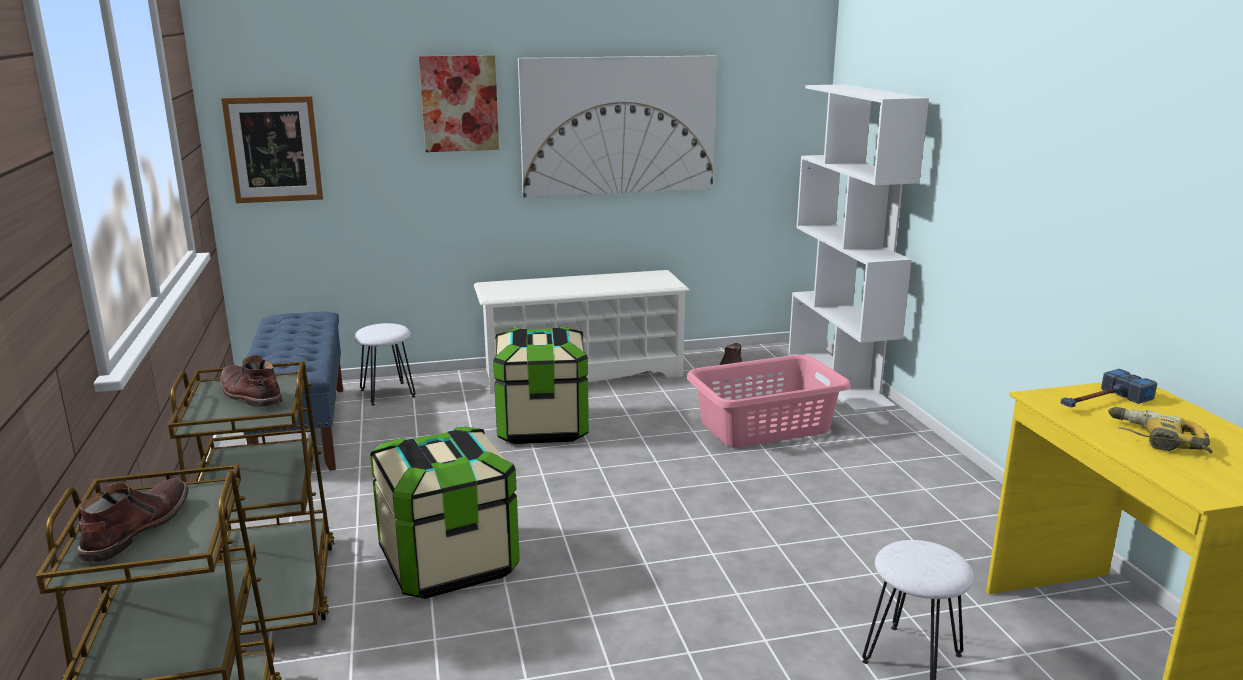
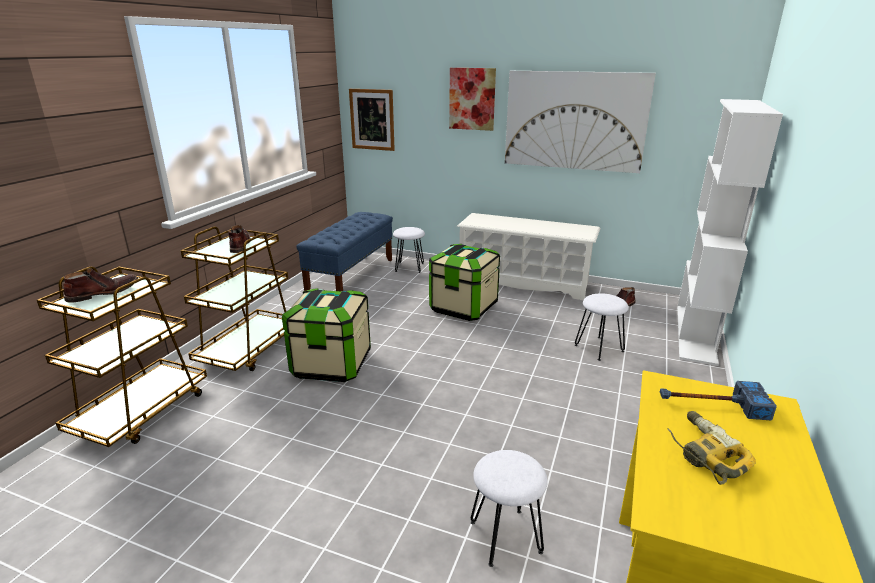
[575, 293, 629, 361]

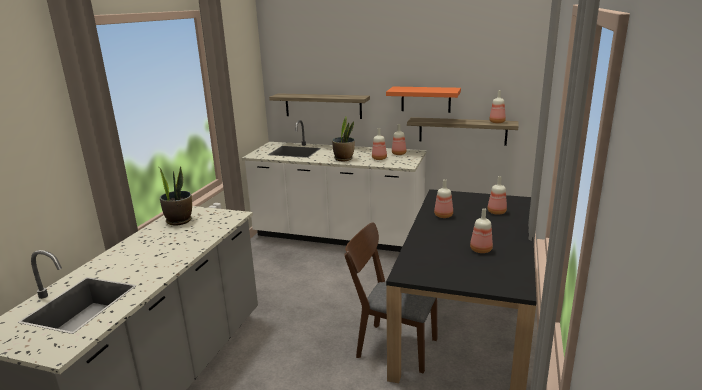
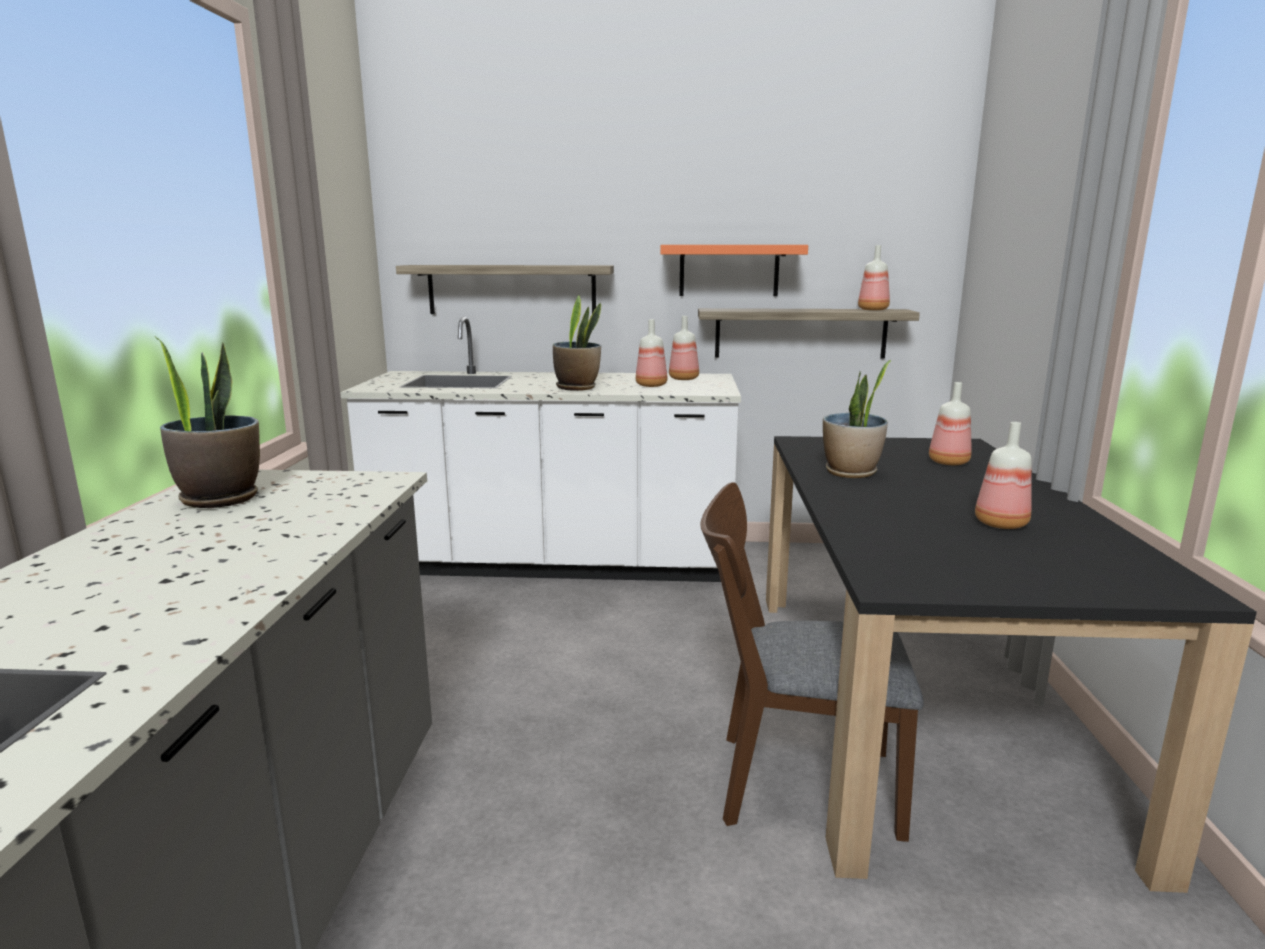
[823, 360, 891, 478]

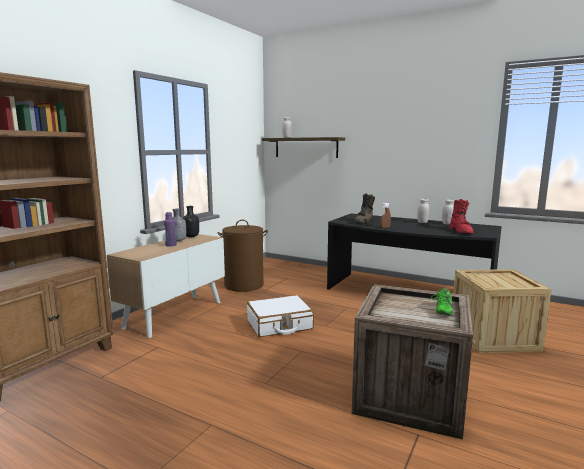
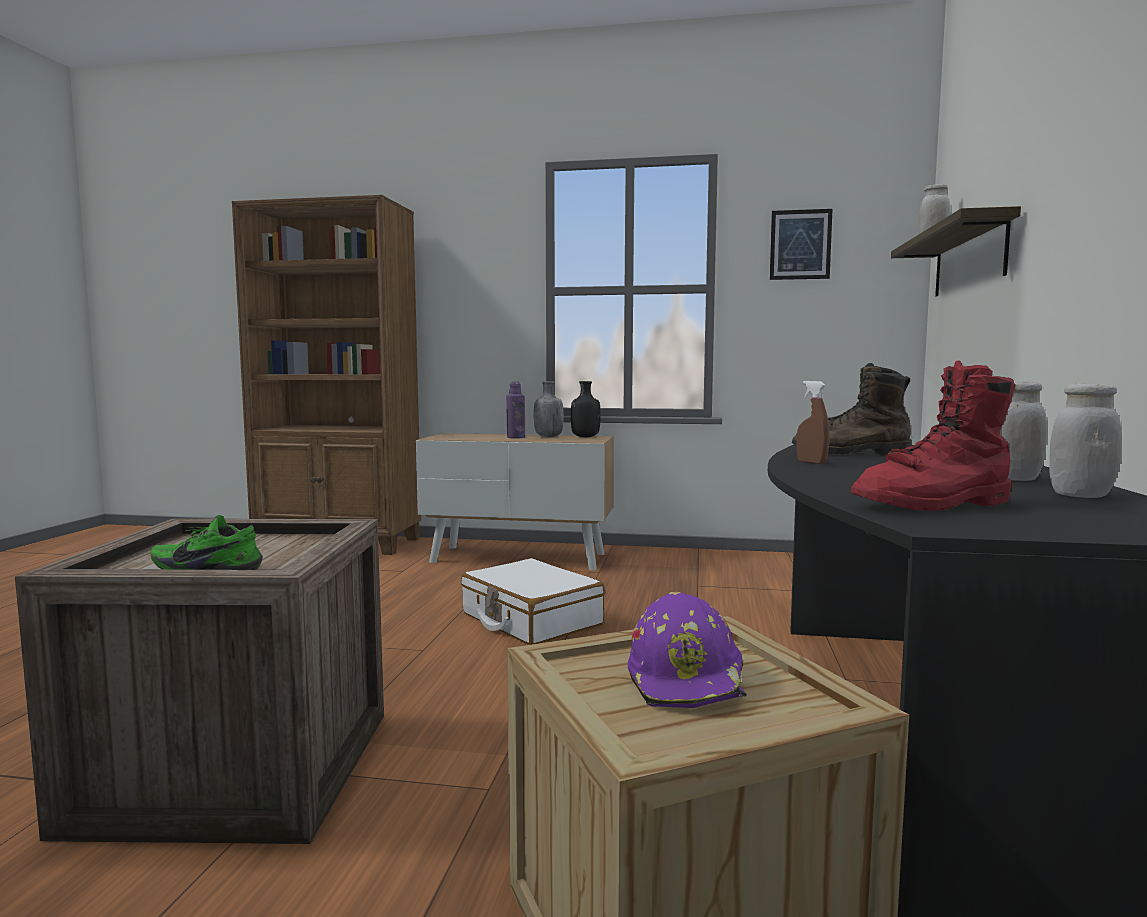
[217, 220, 268, 292] (first image)
[770, 209, 833, 280]
[628, 592, 747, 708]

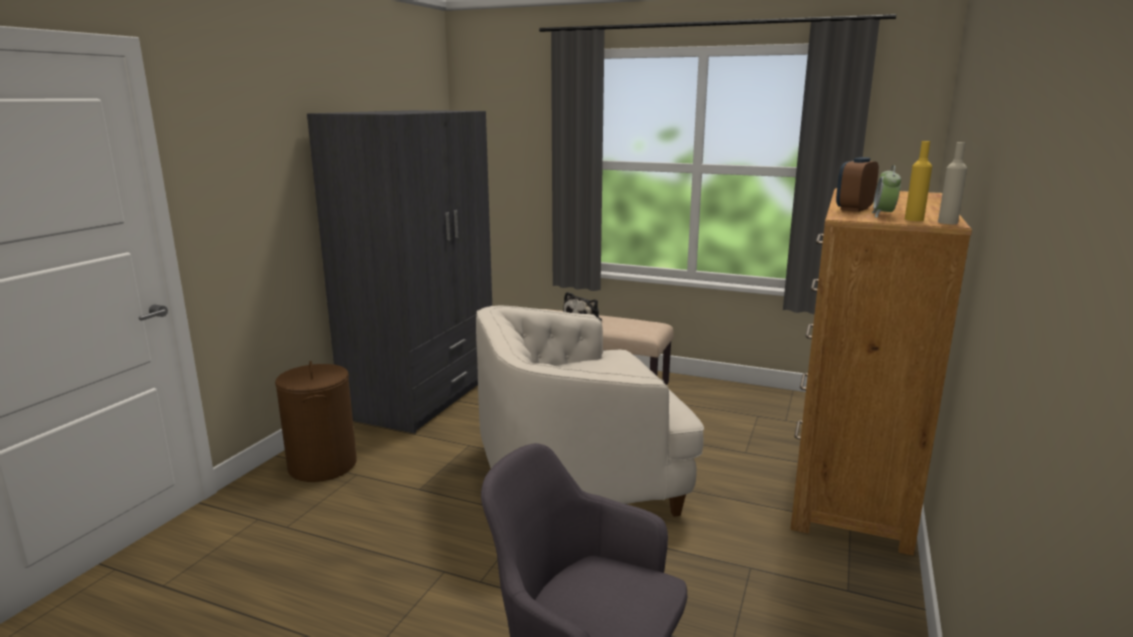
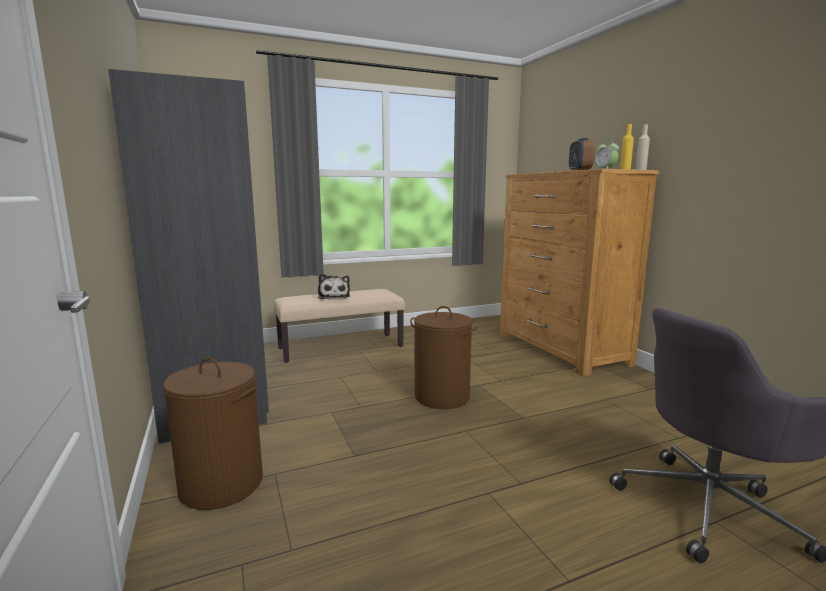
[410, 306, 477, 409]

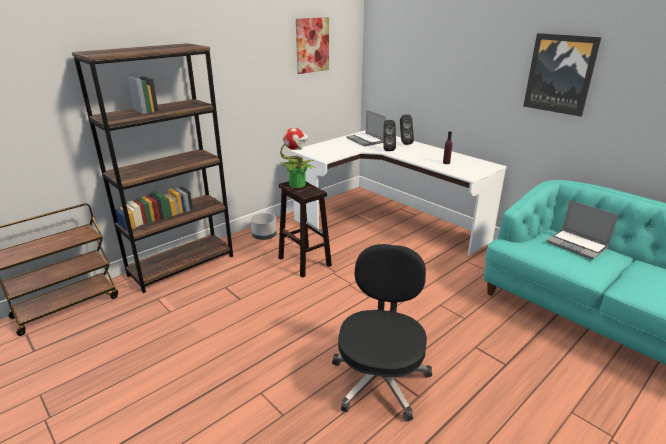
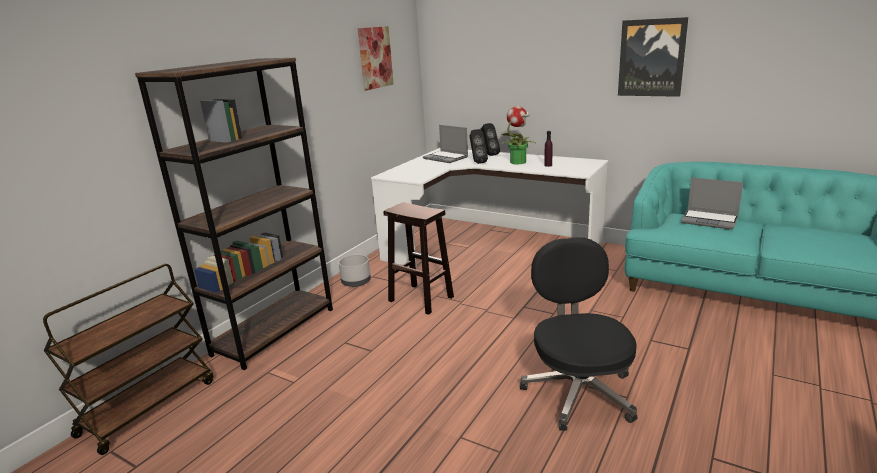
[501, 106, 537, 164]

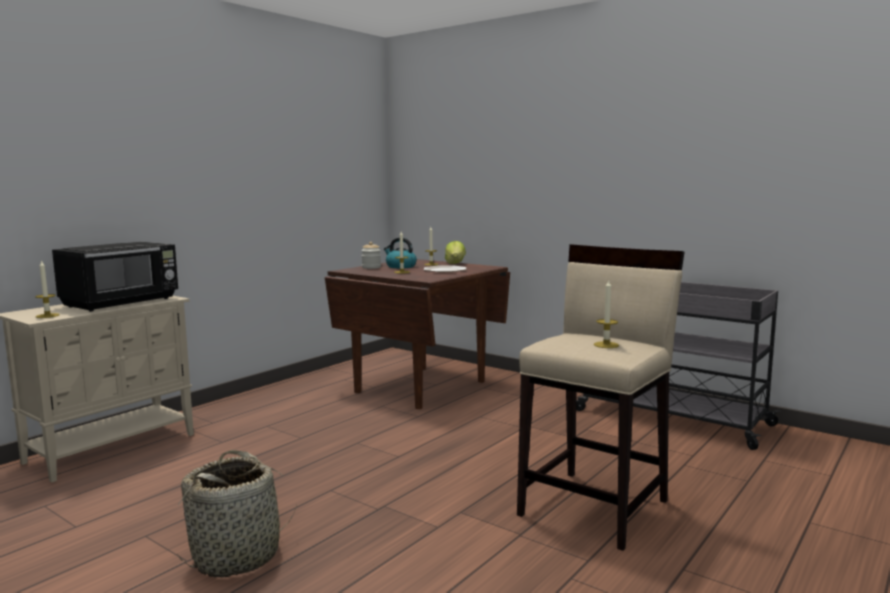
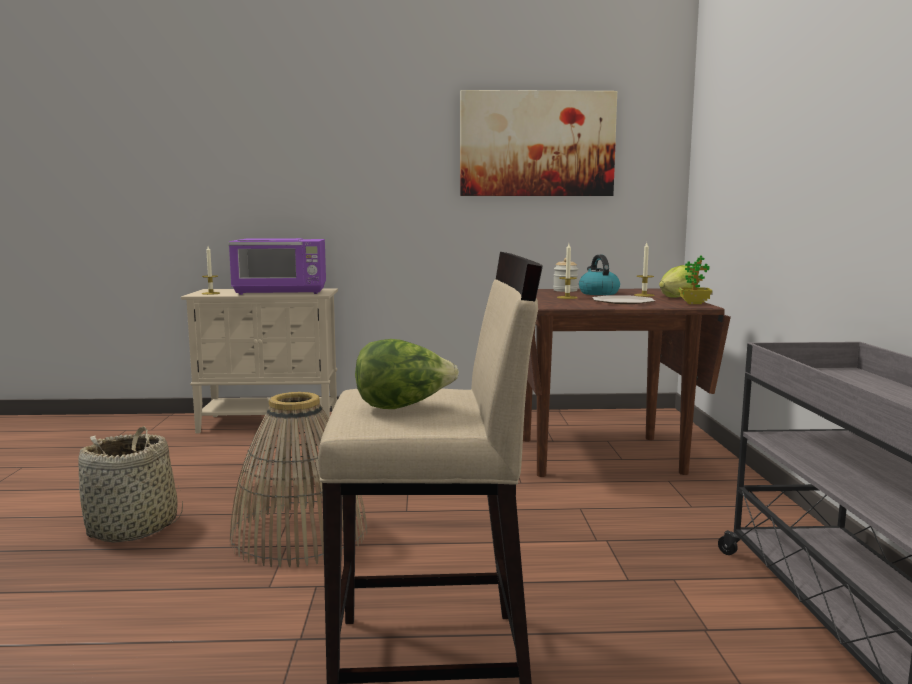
[228, 238, 326, 295]
[355, 339, 459, 409]
[460, 90, 617, 196]
[678, 256, 713, 304]
[230, 392, 367, 567]

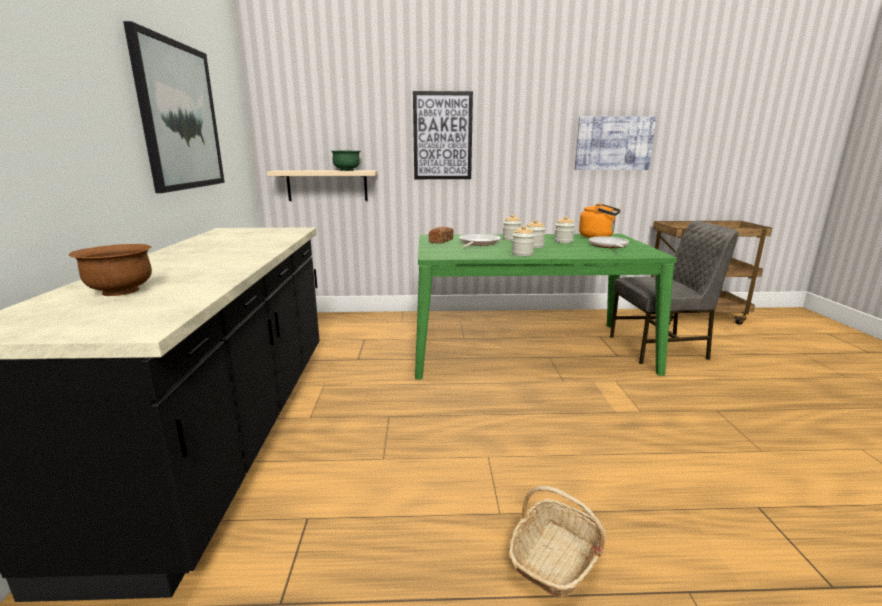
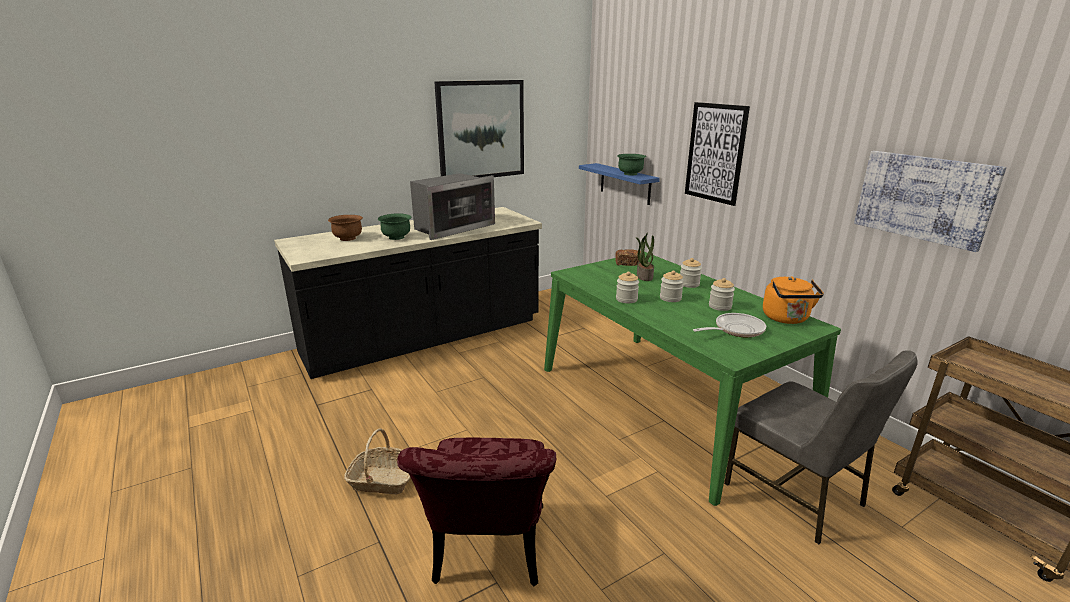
[579, 163, 660, 205]
[636, 232, 654, 281]
[410, 173, 495, 240]
[378, 213, 411, 240]
[397, 438, 556, 587]

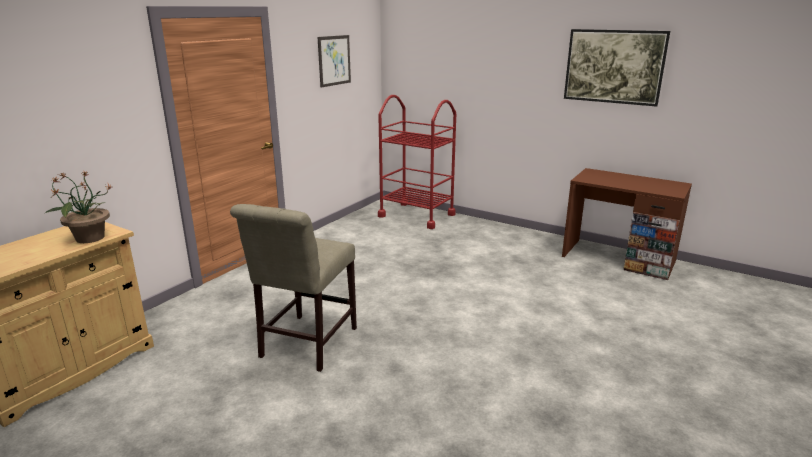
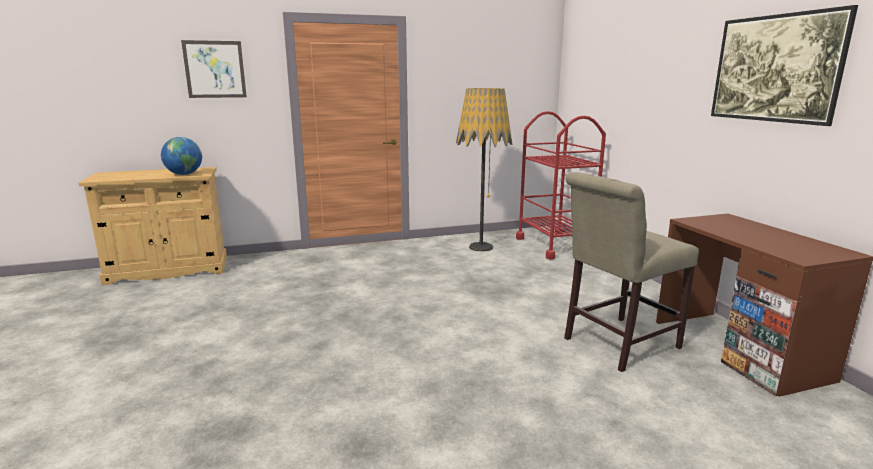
[181, 40, 247, 98]
[161, 137, 202, 175]
[564, 172, 699, 372]
[456, 88, 513, 251]

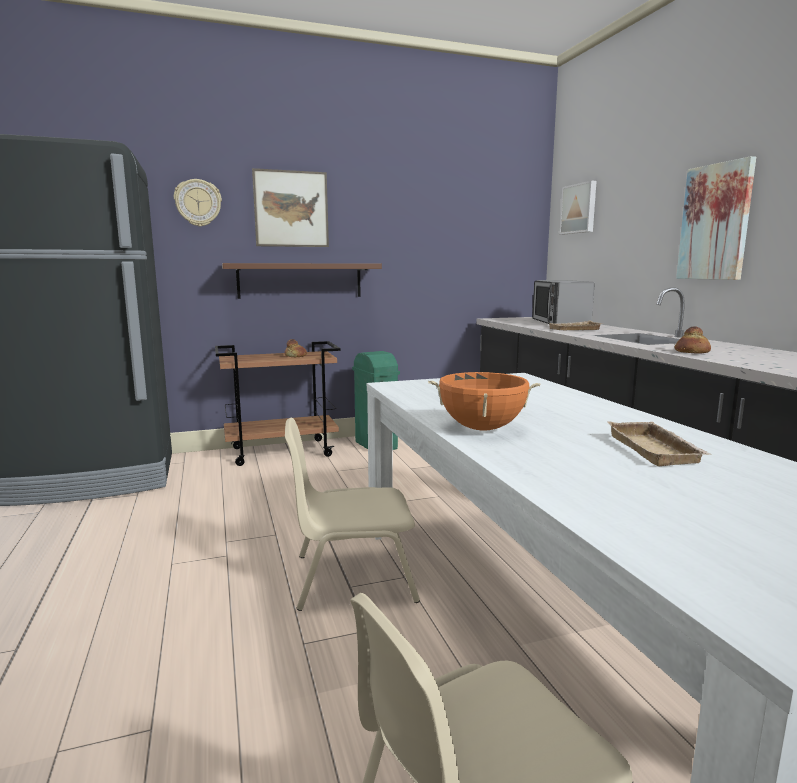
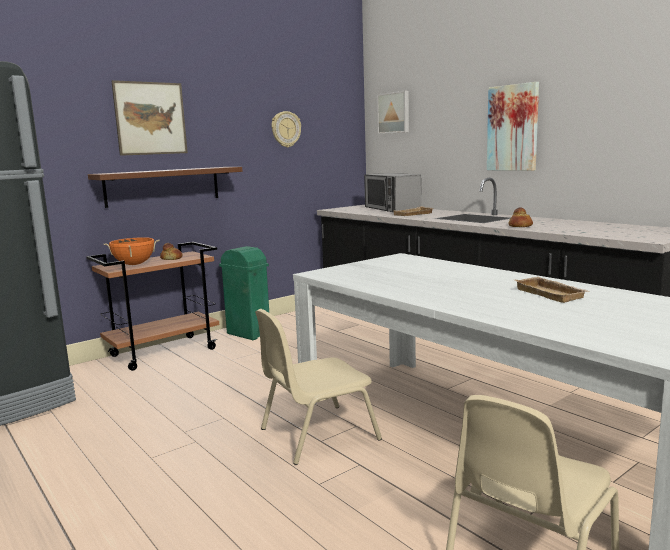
[272, 111, 301, 148]
[103, 237, 160, 265]

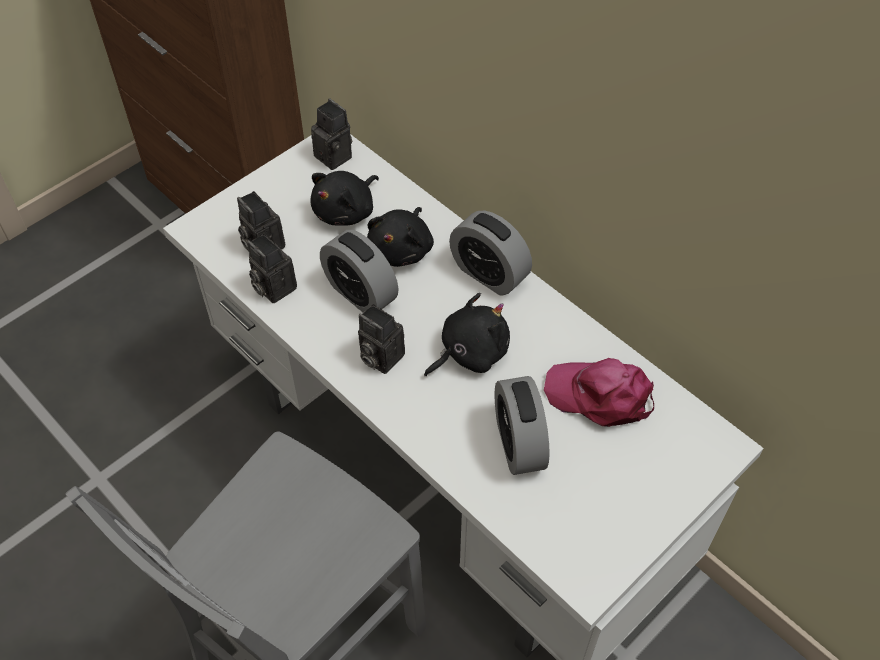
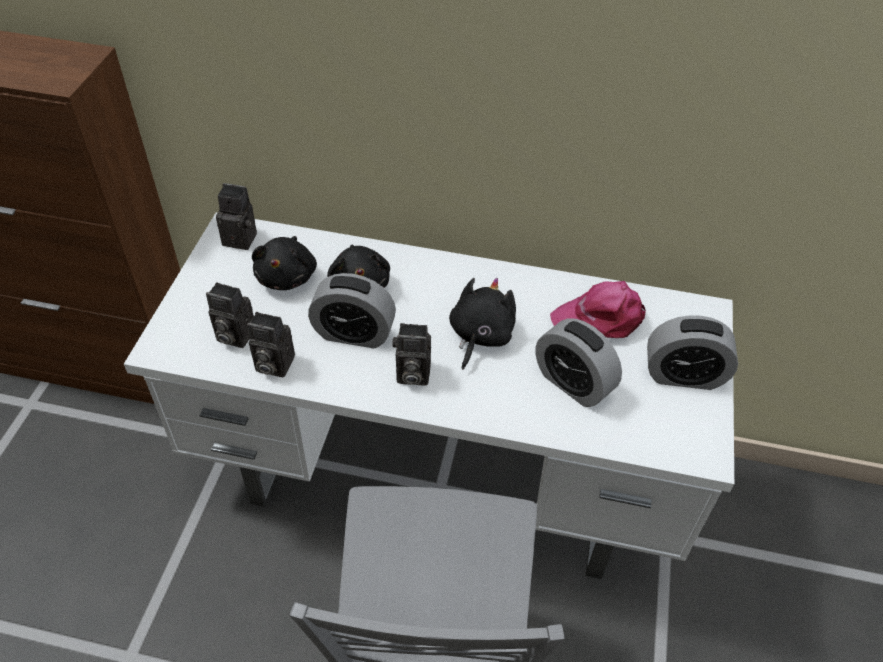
[647, 315, 738, 390]

